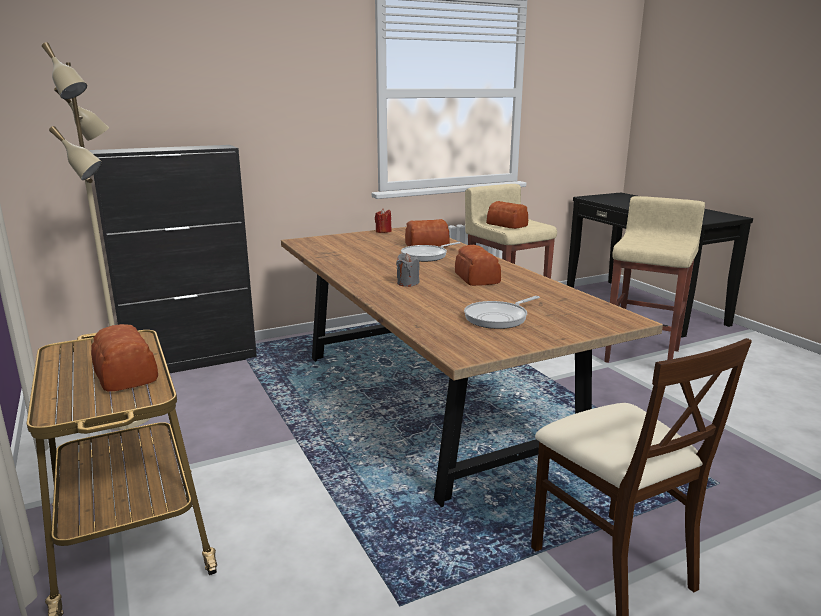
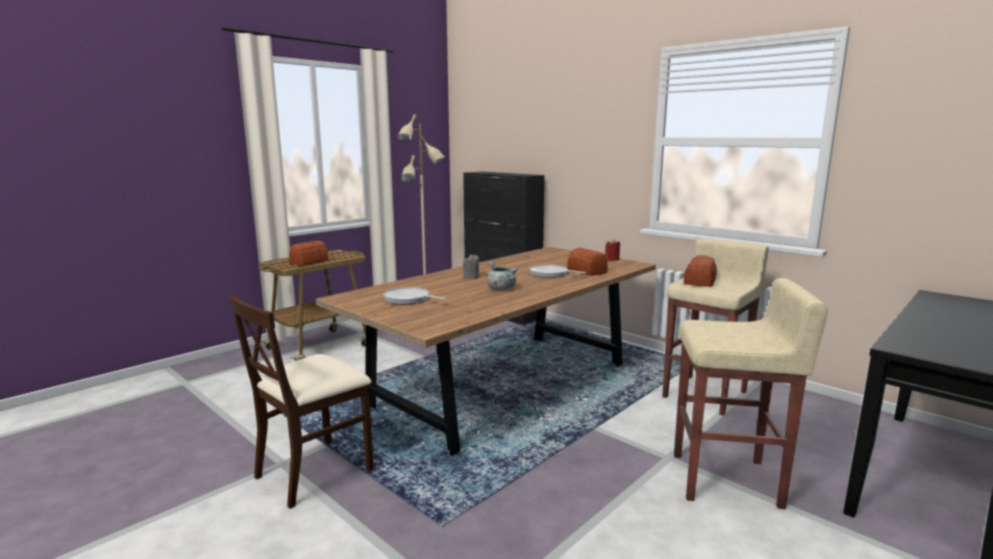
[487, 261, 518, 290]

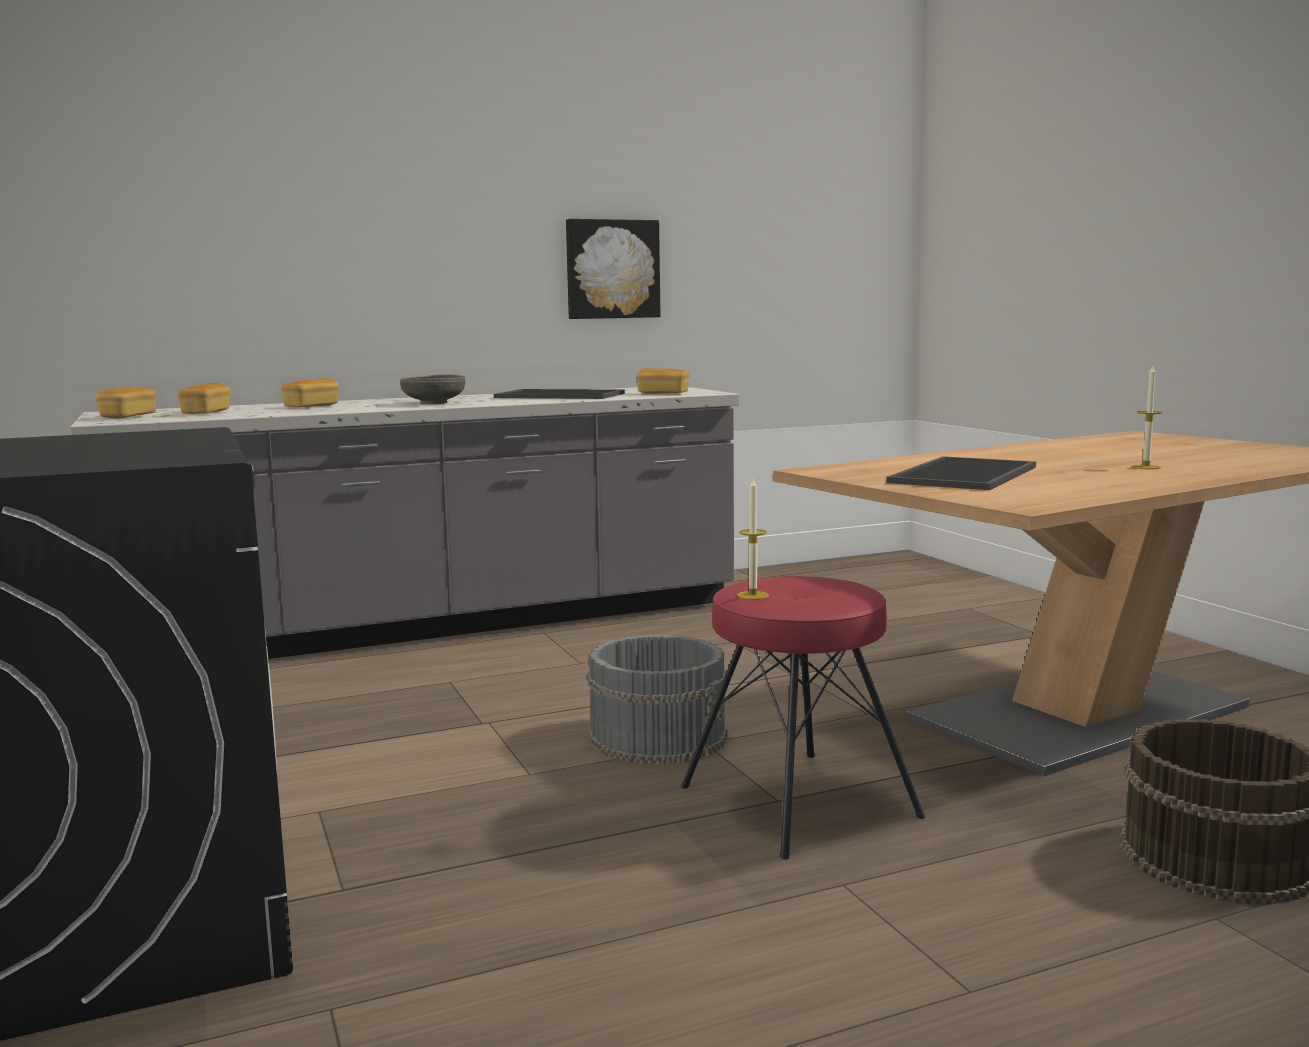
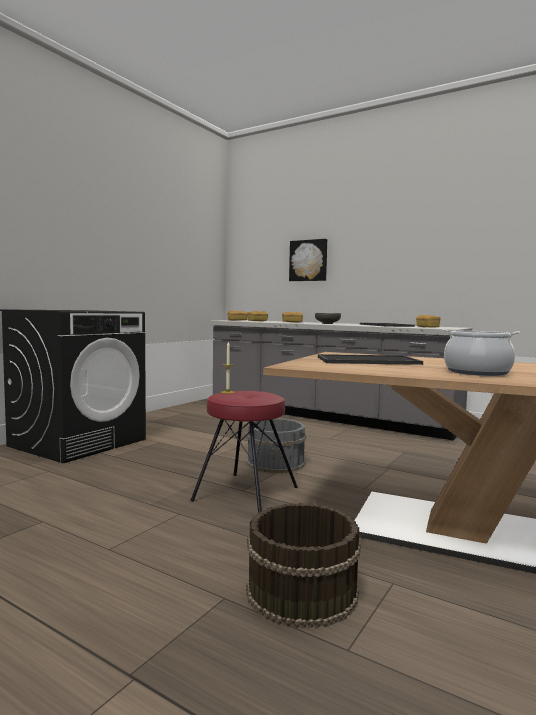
[289, 239, 327, 281]
[442, 329, 520, 376]

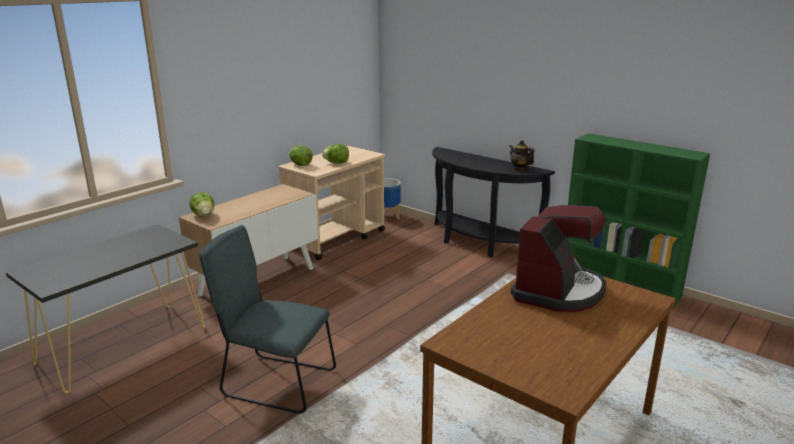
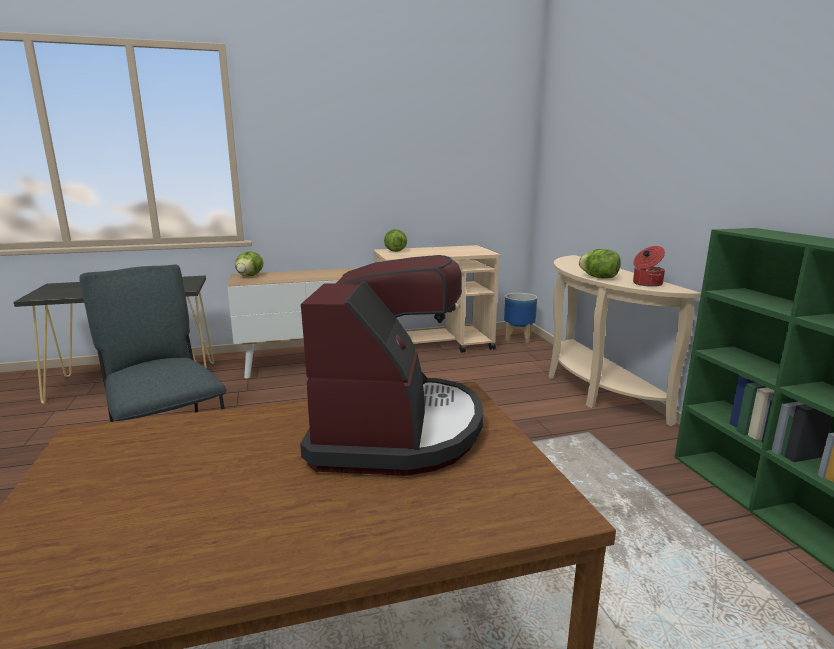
[633, 246, 665, 287]
[579, 249, 621, 279]
[549, 255, 701, 426]
[300, 255, 483, 476]

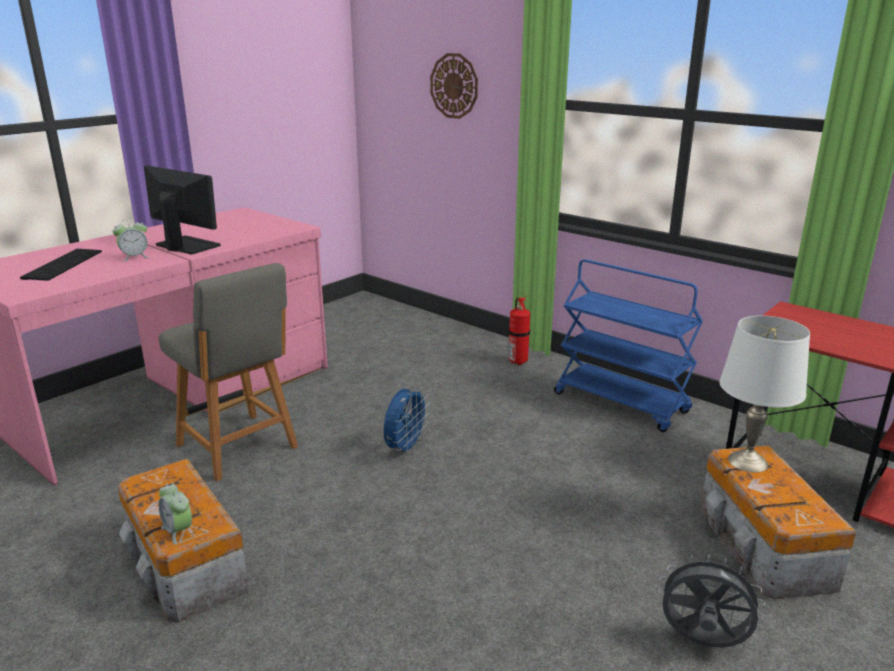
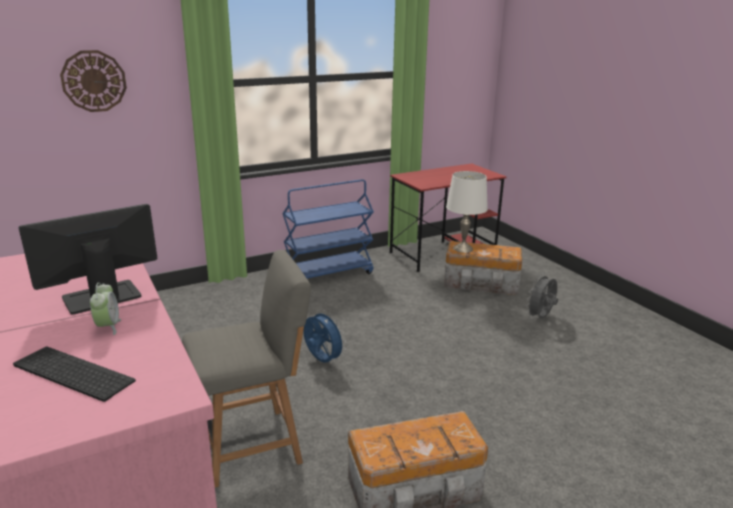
[509, 293, 530, 365] (first image)
[159, 483, 192, 545] (first image)

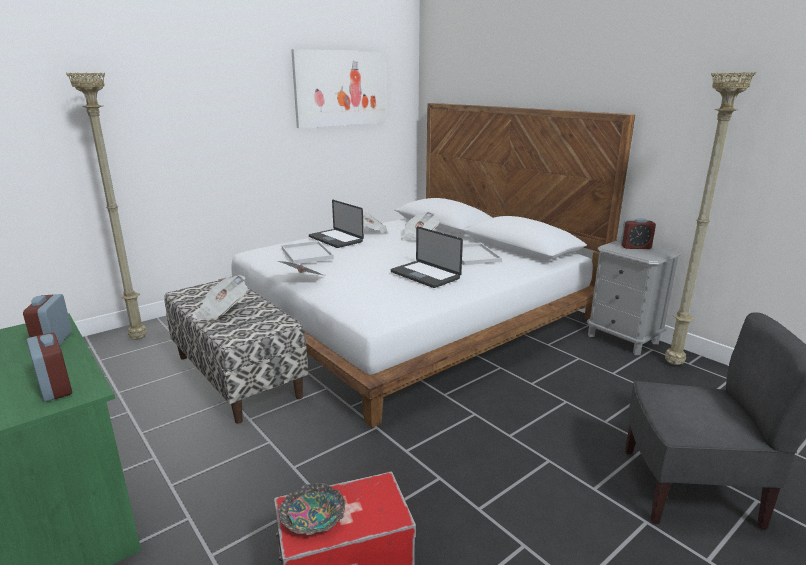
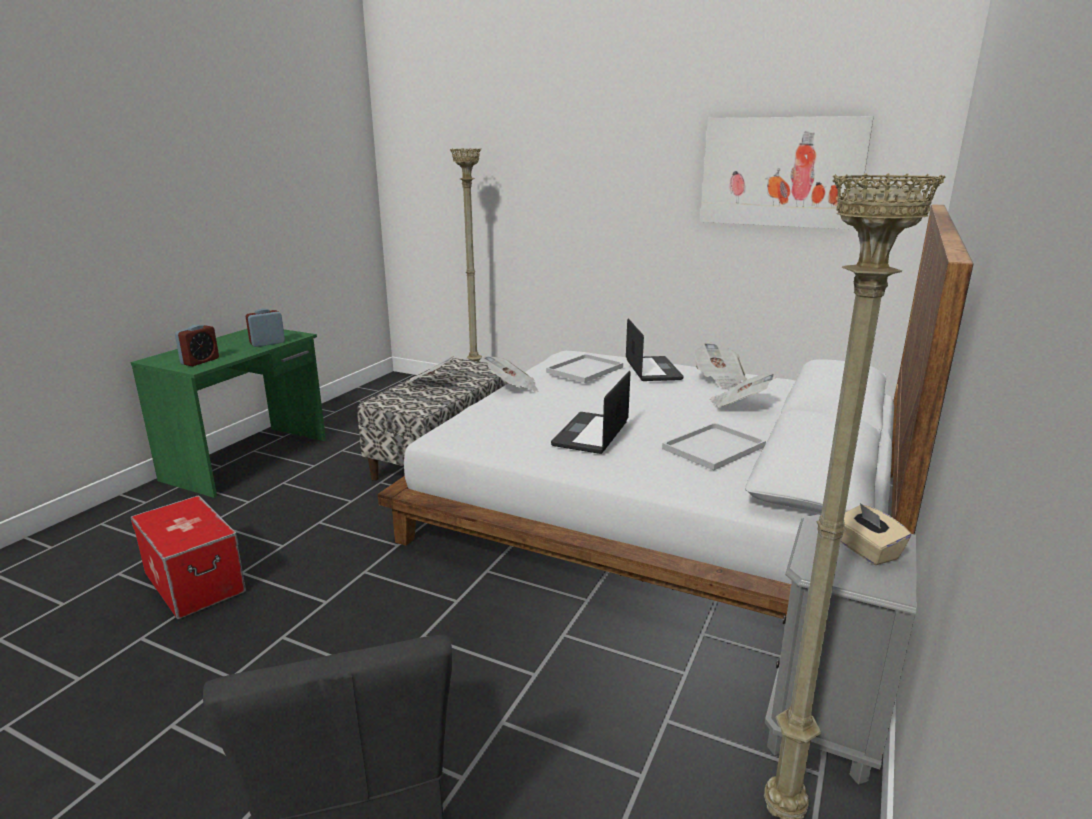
[626, 318, 683, 381]
[841, 503, 911, 565]
[278, 483, 346, 535] (first image)

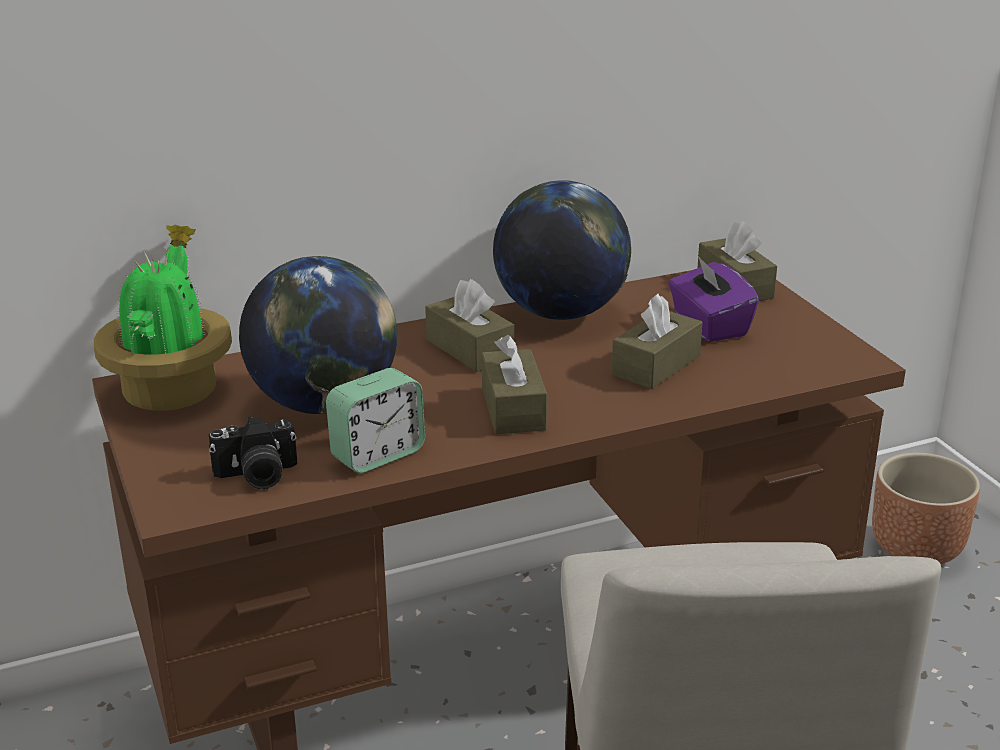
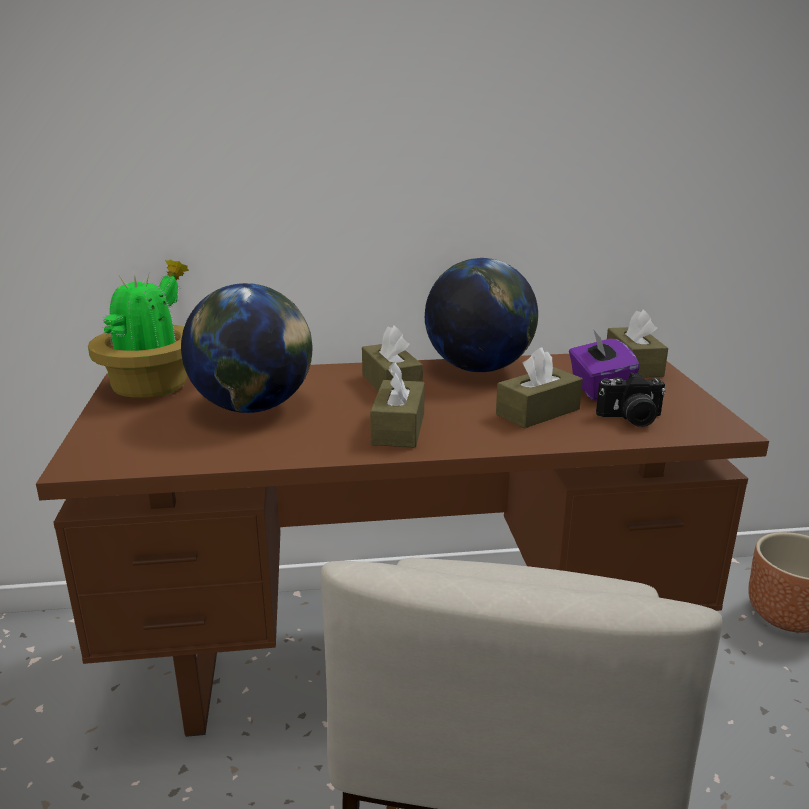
[326, 368, 425, 473] (first image)
[596, 373, 666, 427]

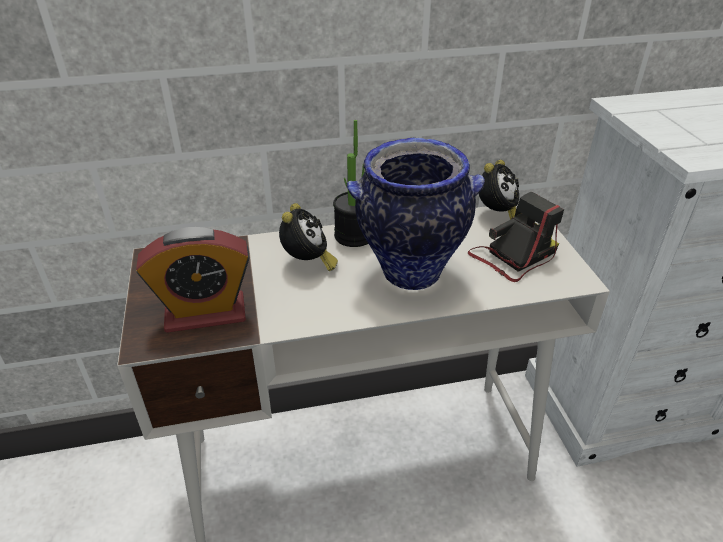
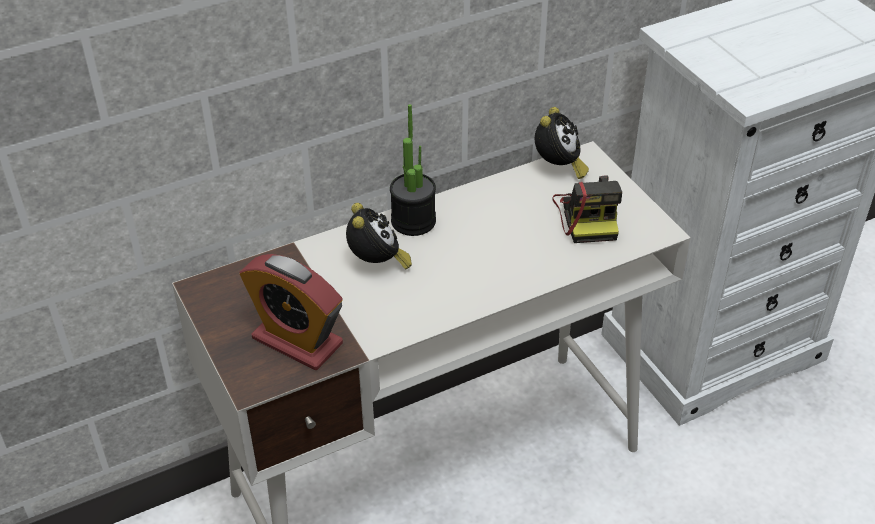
[347, 137, 485, 290] (first image)
[552, 176, 622, 243]
[240, 254, 343, 370]

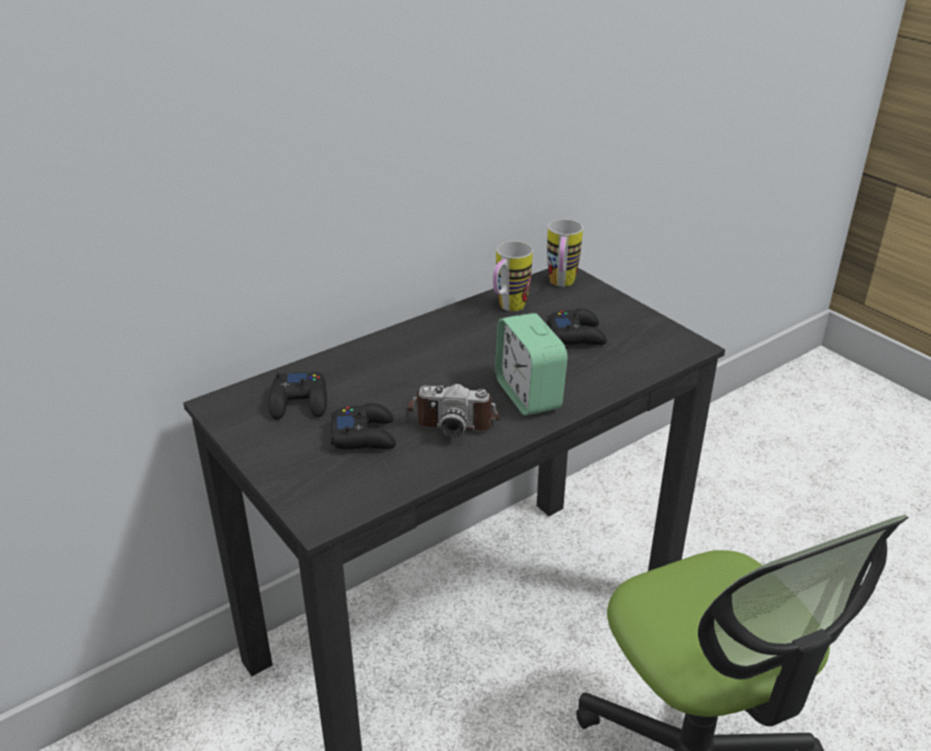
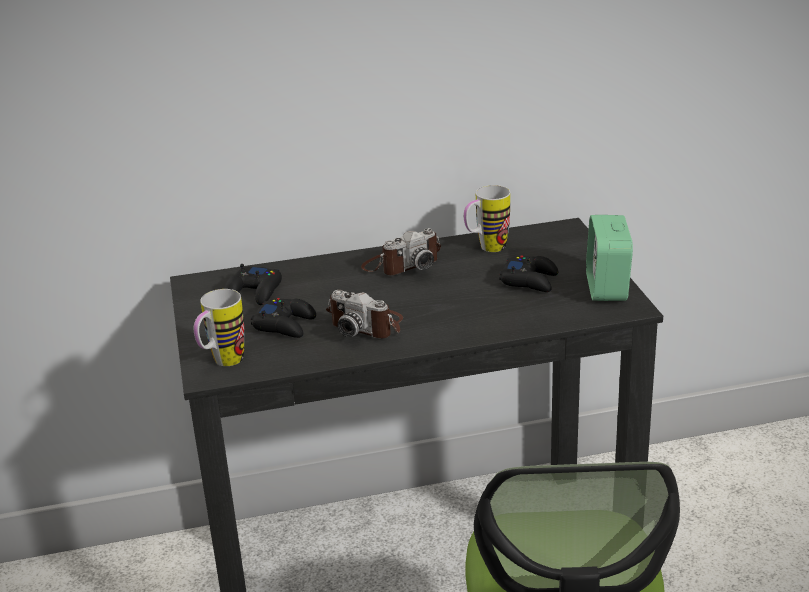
[194, 289, 245, 366]
[586, 215, 633, 301]
[361, 228, 441, 275]

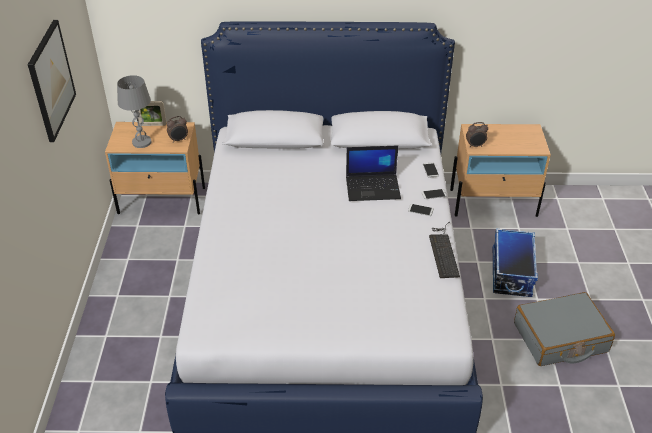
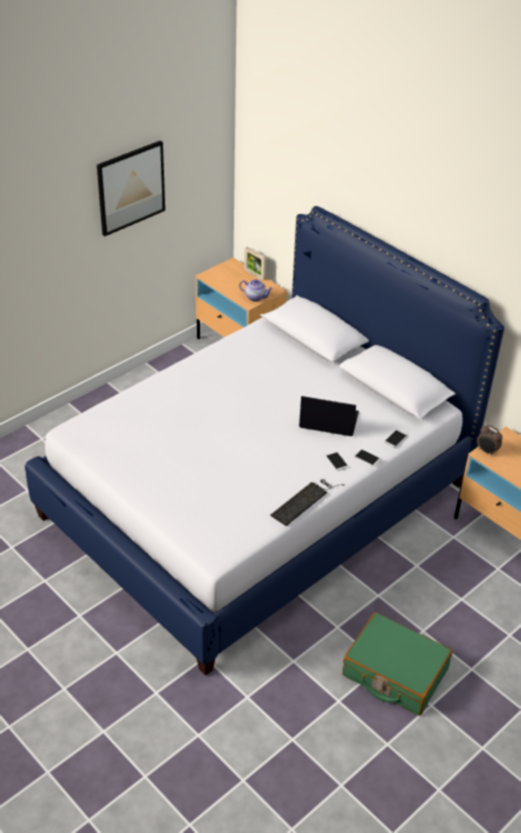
[117, 75, 151, 148] (first image)
[239, 280, 273, 301]
[299, 396, 359, 436]
[493, 229, 538, 297] (first image)
[342, 612, 453, 715]

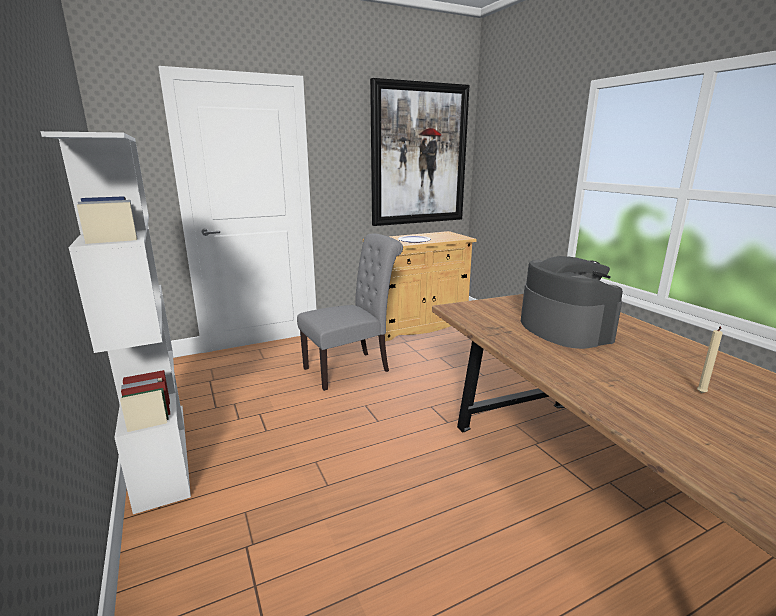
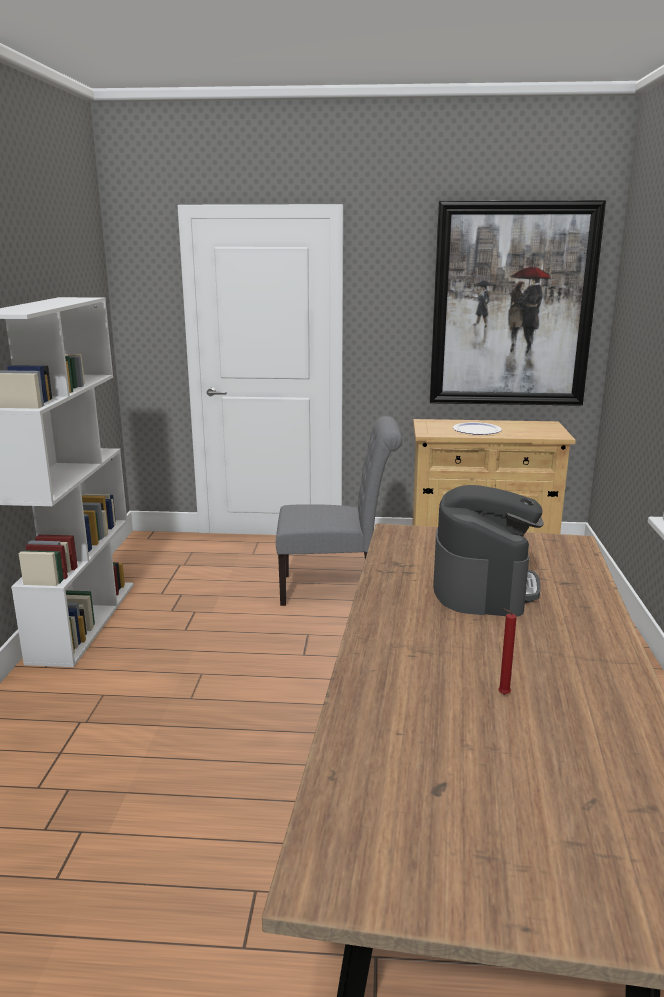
[498, 609, 517, 695]

